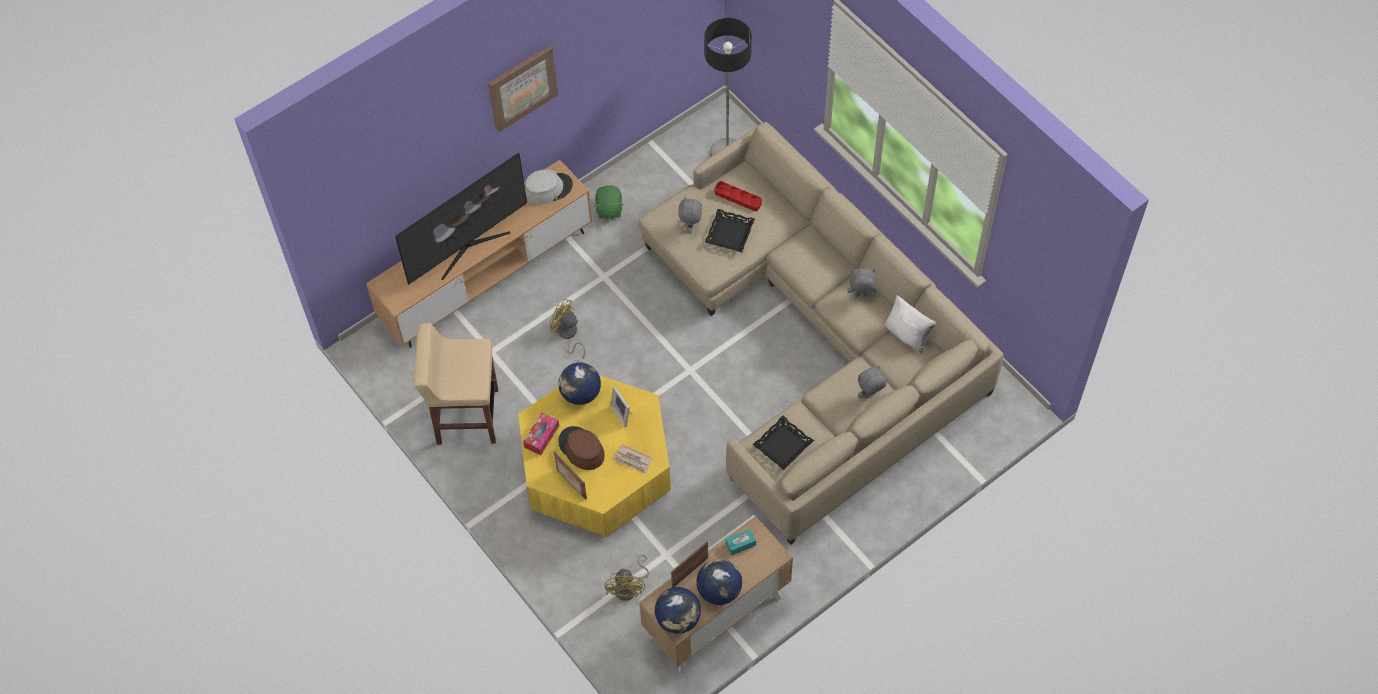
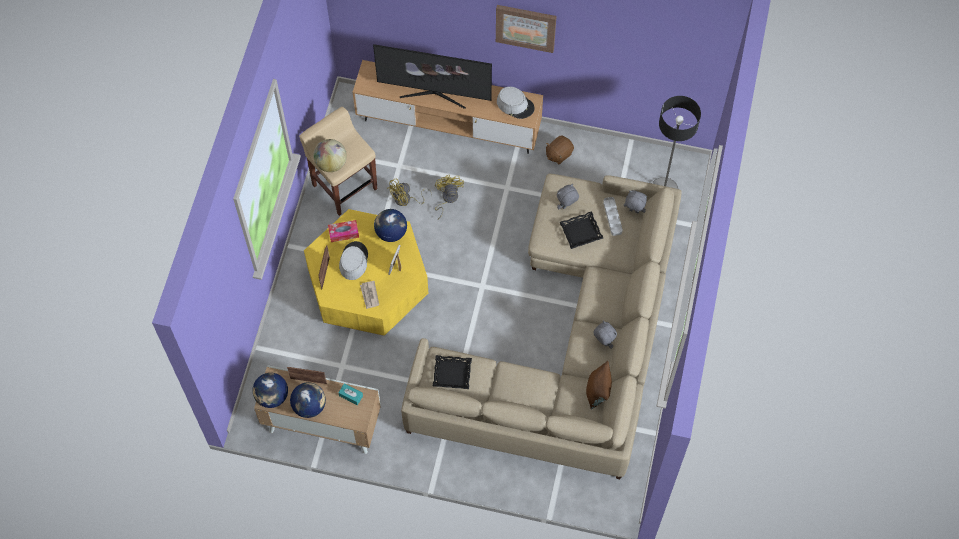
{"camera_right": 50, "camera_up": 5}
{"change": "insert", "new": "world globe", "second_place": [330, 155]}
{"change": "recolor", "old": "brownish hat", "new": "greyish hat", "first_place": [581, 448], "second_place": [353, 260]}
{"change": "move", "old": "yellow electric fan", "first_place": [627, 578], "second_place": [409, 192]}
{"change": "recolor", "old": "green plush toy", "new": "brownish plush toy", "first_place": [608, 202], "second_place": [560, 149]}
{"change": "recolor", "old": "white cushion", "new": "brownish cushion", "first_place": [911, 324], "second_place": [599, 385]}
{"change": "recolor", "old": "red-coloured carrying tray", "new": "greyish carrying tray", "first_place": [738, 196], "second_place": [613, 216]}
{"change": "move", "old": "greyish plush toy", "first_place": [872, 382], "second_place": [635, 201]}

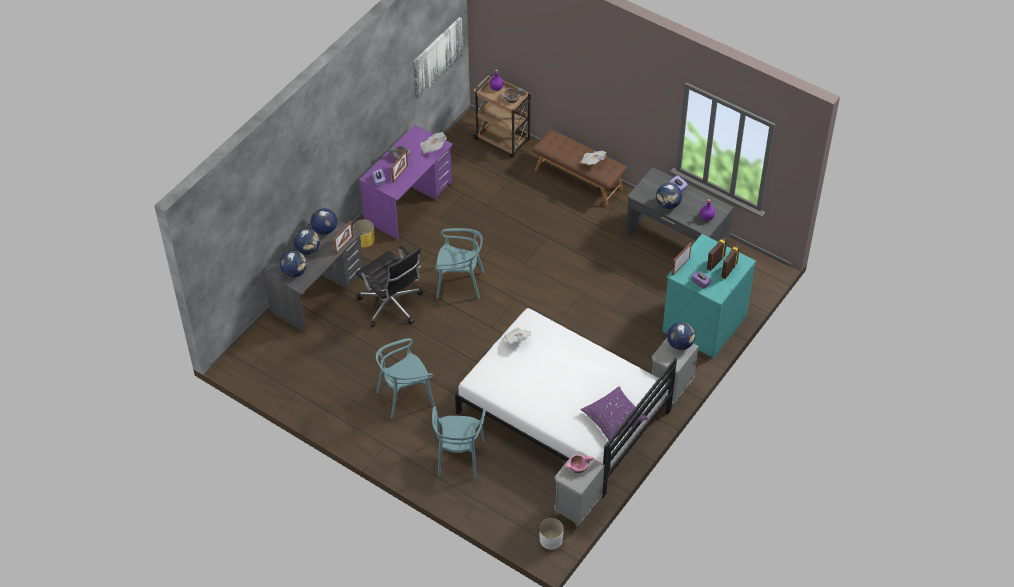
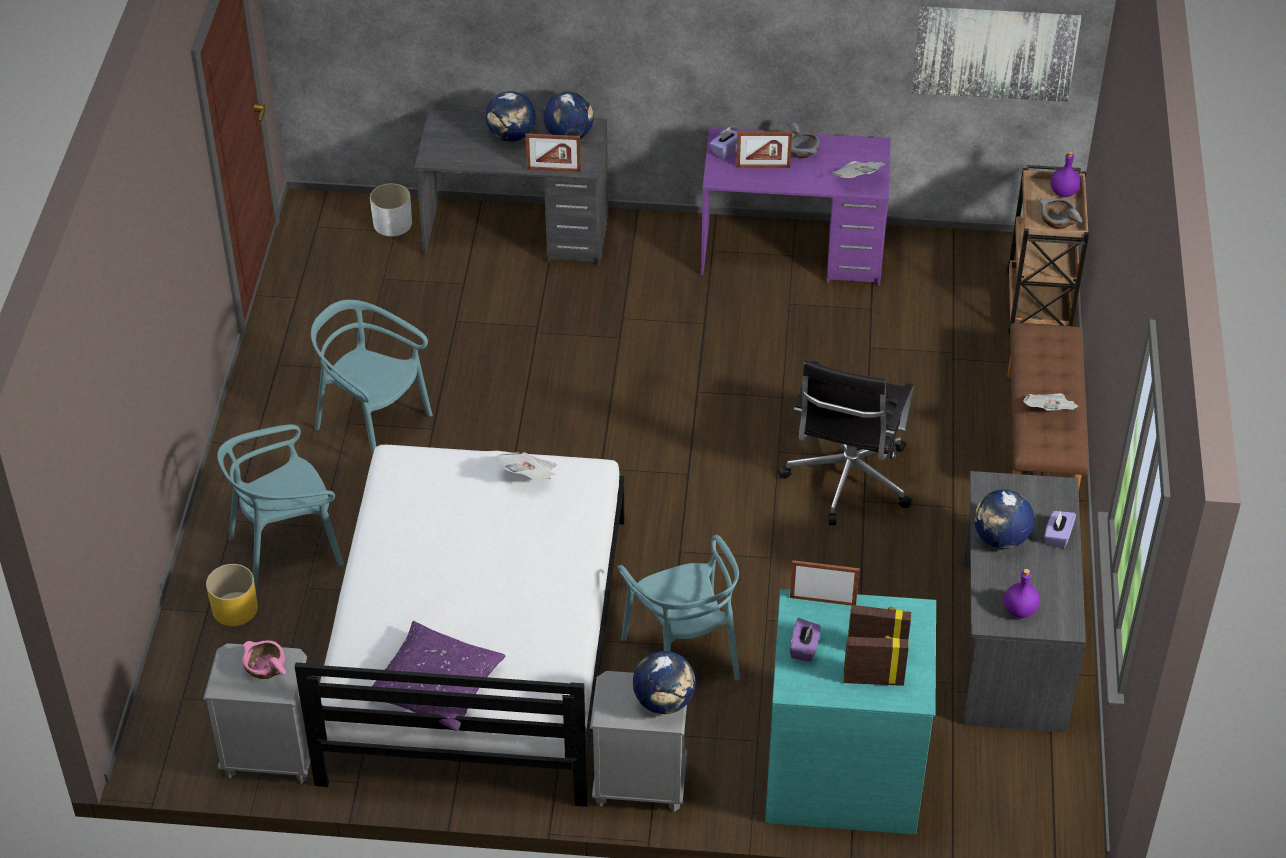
{"camera_right": 60, "camera_up": -5}
{"change": "move", "old": "yellow flower pot", "first_place": [364, 233], "second_place": [232, 595]}
{"change": "move", "old": "white flower pot", "first_place": [551, 534], "second_place": [391, 209]}
{"change": "move", "old": "blue-green upright chair", "first_place": [459, 263], "second_place": [679, 608]}
{"change": "move", "old": "blackish computer chair", "first_place": [389, 286], "second_place": [845, 443]}
{"change": "delete", "old": "world globe", "first_place": [293, 263]}

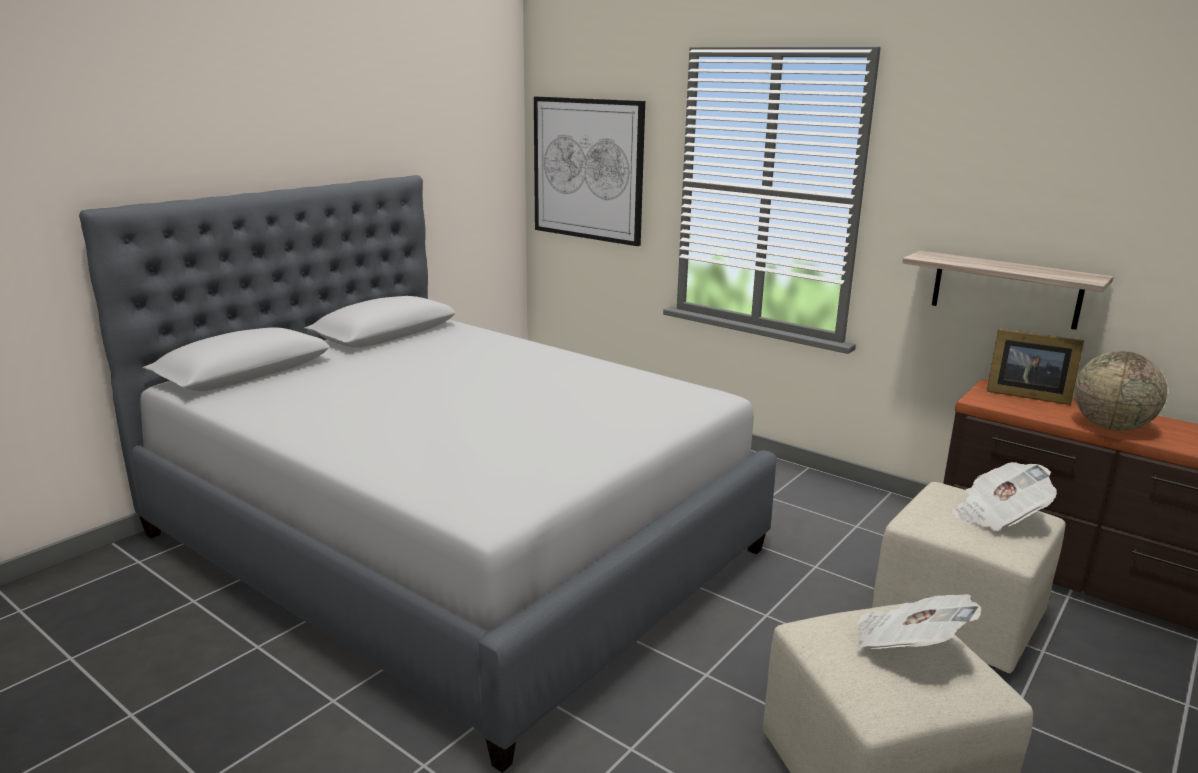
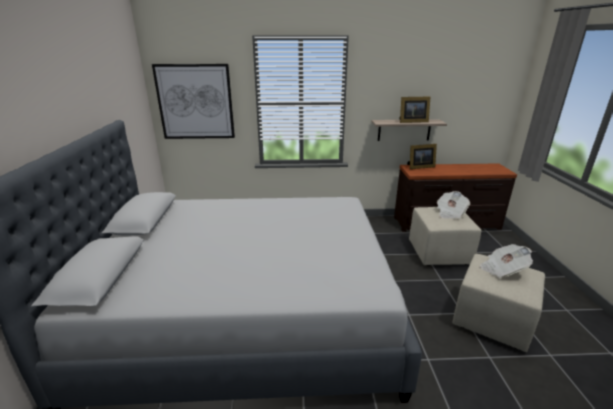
{"camera_right": -40, "camera_up": 5}
{"change": "insert", "new": "photo frame", "second_place": [415, 109]}
{"change": "delete", "old": "world globe", "first_place": [1120, 391]}

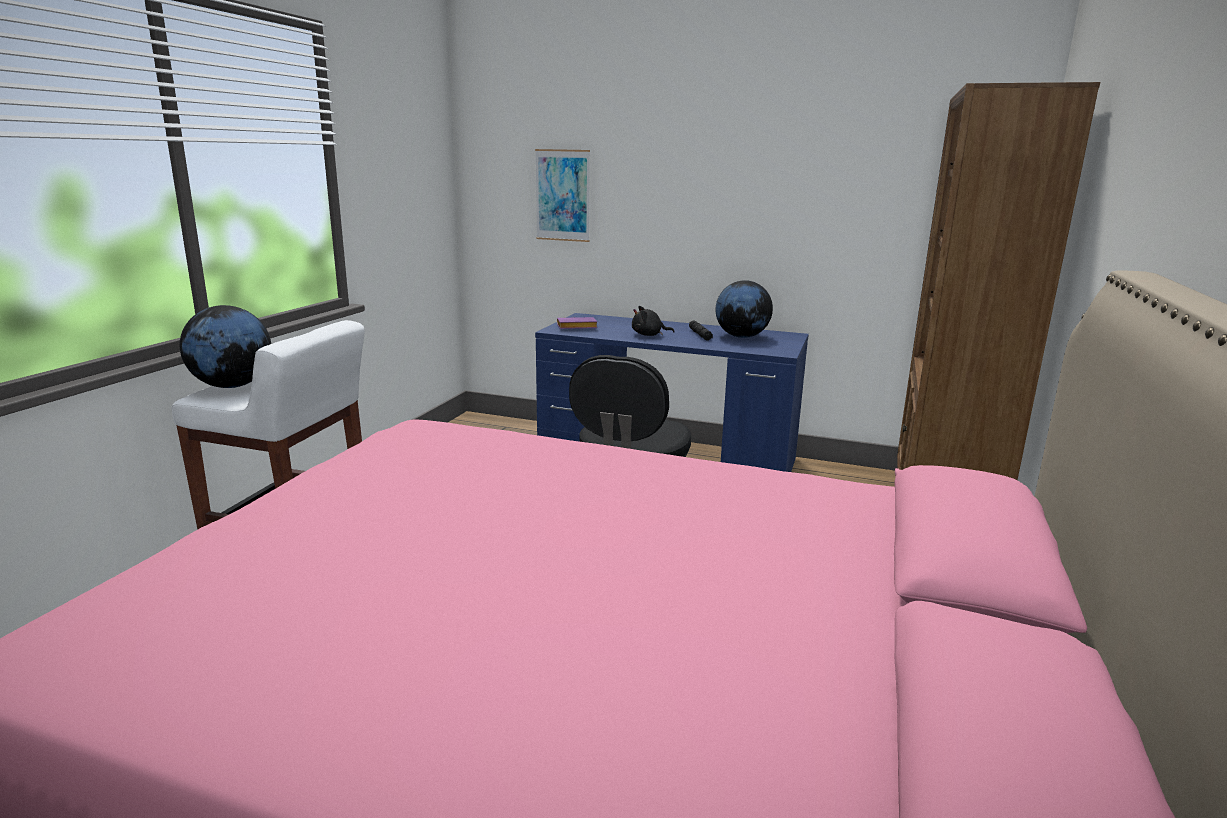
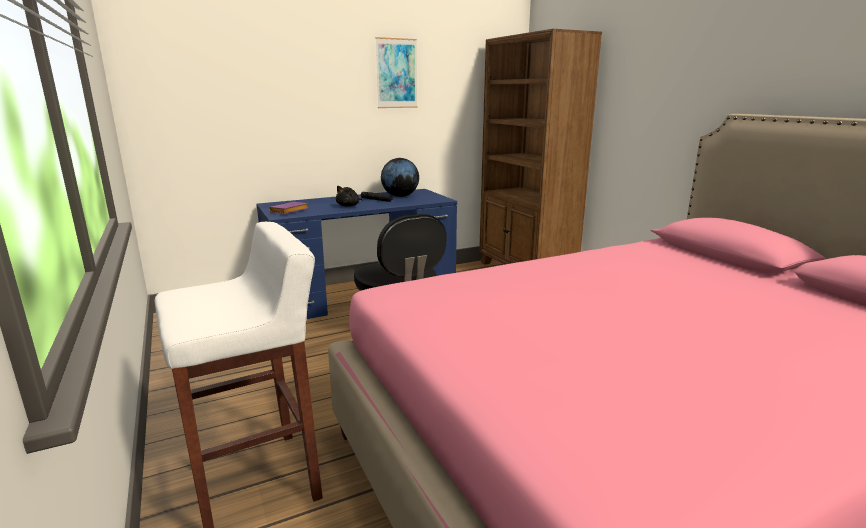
{"camera_right": -45, "camera_up": 0}
{"change": "move", "old": "wall picture", "first_place": [562, 195], "second_place": [396, 72]}
{"change": "delete", "old": "world globe", "first_place": [225, 346]}

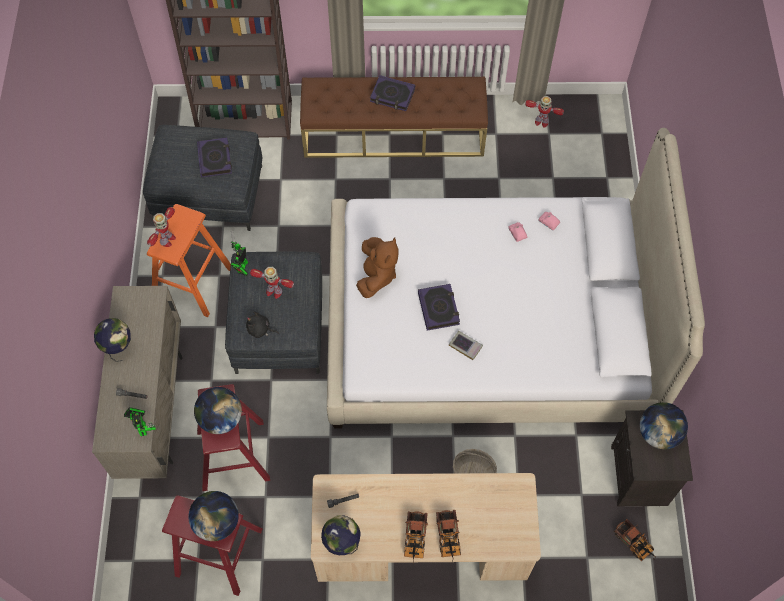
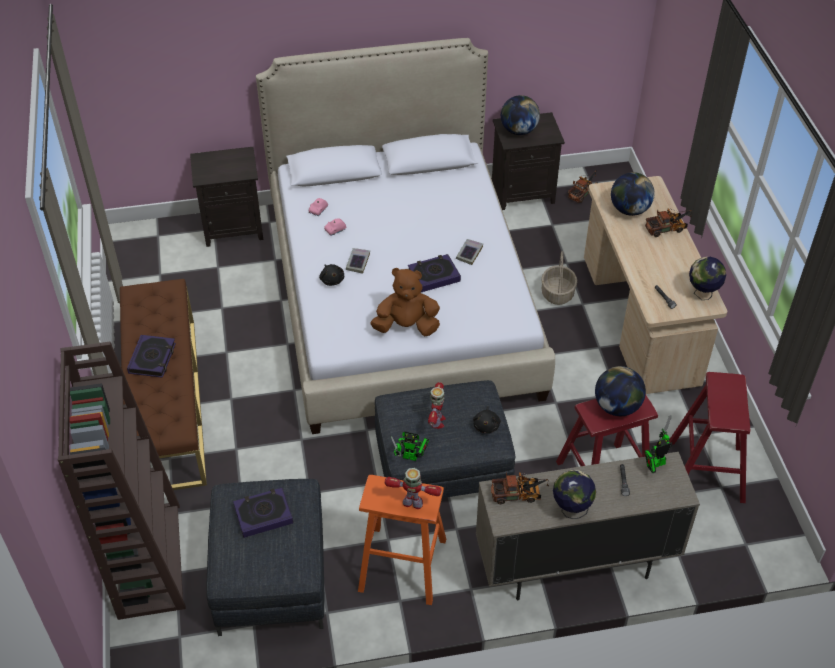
{"camera_right": -100, "camera_up": -15}
{"change": "insert", "new": "blackish bedside table", "second_place": [226, 197]}
{"change": "insert", "new": "blackish plush toy", "second_place": [331, 275]}
{"change": "insert", "new": "bound book", "second_place": [358, 261]}
{"change": "move", "old": "toy lorry", "first_place": [416, 537], "second_place": [520, 488]}
{"change": "move", "old": "world globe", "first_place": [213, 516], "second_place": [633, 194]}
{"change": "delete", "old": "toy robot", "first_place": [544, 112]}

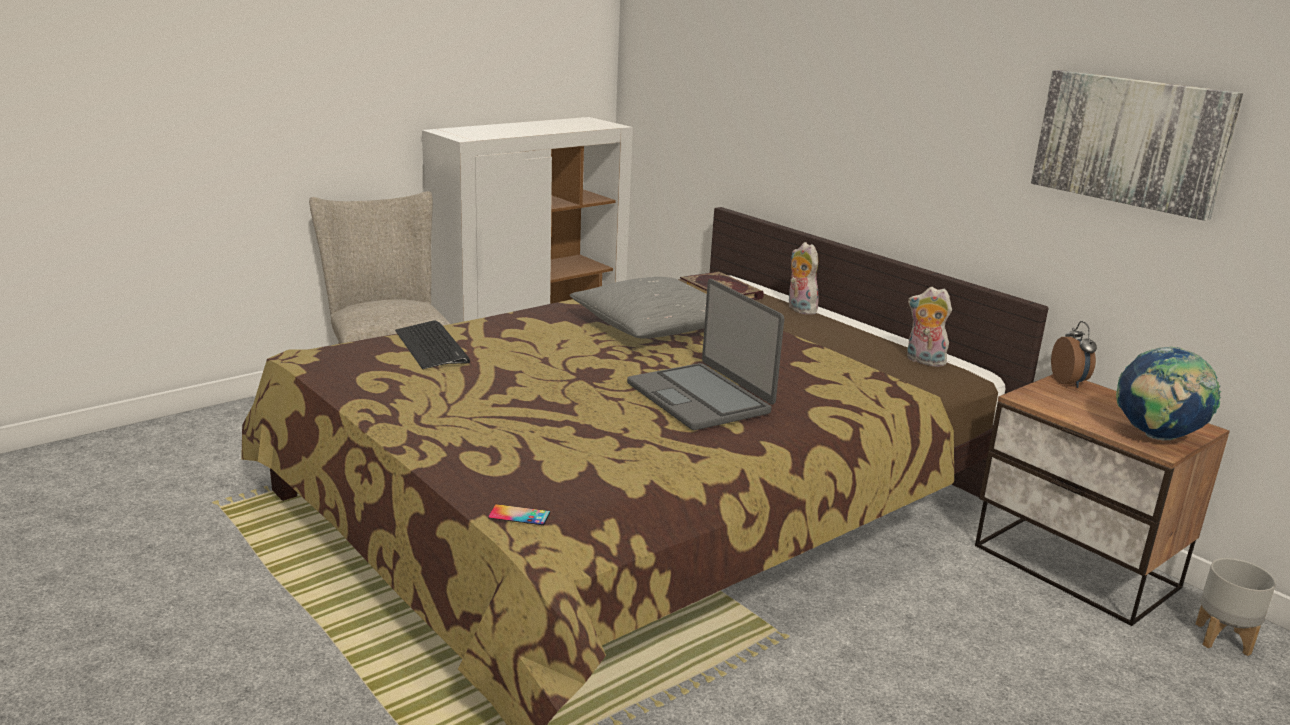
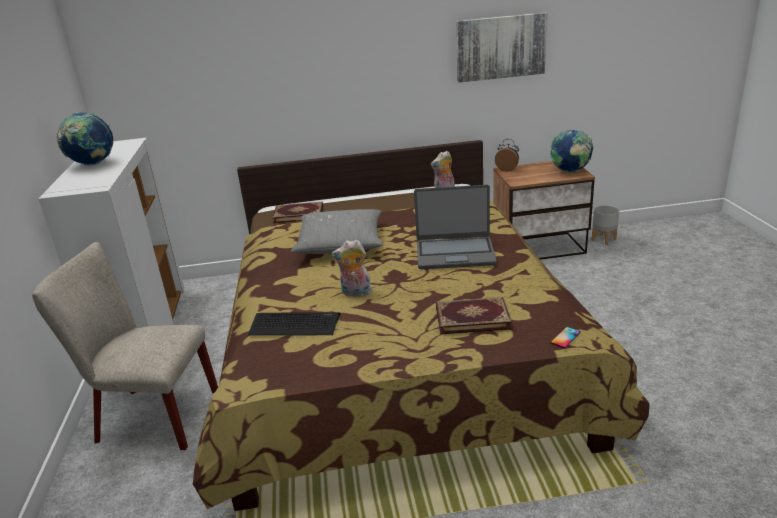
{"camera_right": -55, "camera_up": 5}
{"change": "insert", "new": "world globe", "second_place": [85, 139]}
{"change": "move", "old": "plush toy", "first_place": [804, 278], "second_place": [352, 268]}
{"change": "insert", "new": "bound book", "second_place": [474, 315]}

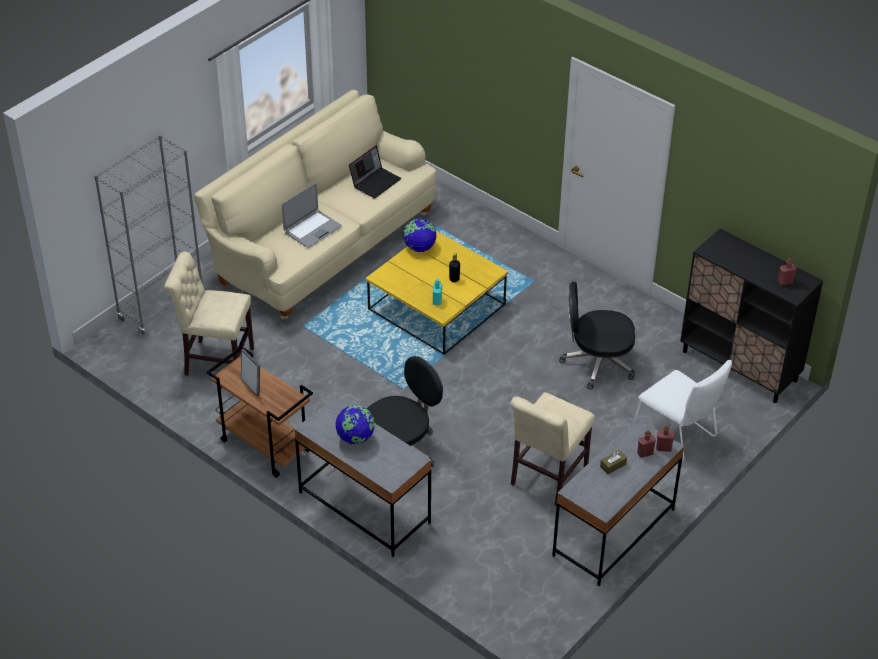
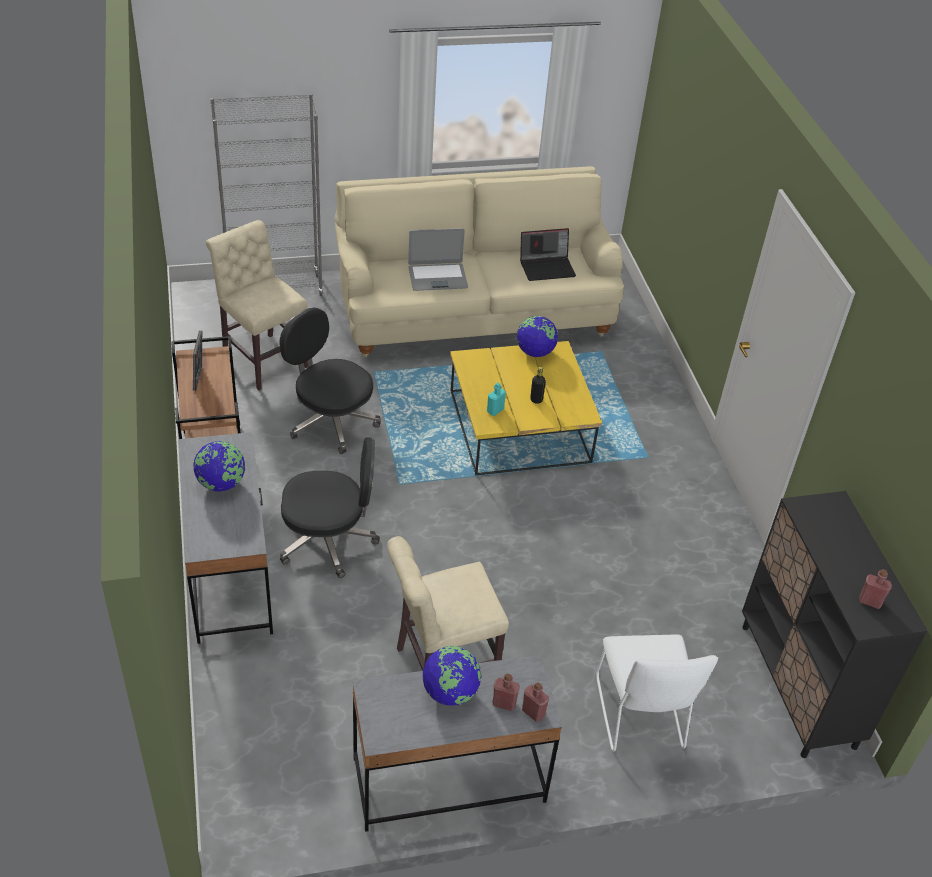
{"camera_right": 35, "camera_up": 0}
{"change": "move", "old": "blackish computer chair", "first_place": [597, 336], "second_place": [330, 381]}
{"change": "replace", "old": "brownish tissue holder", "new": "world globe", "first_place": [613, 462], "second_place": [451, 676]}

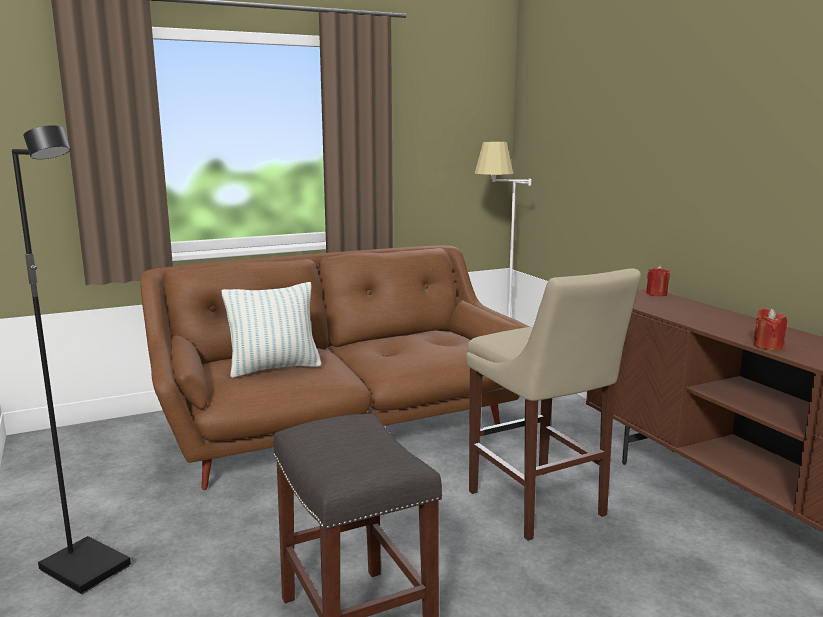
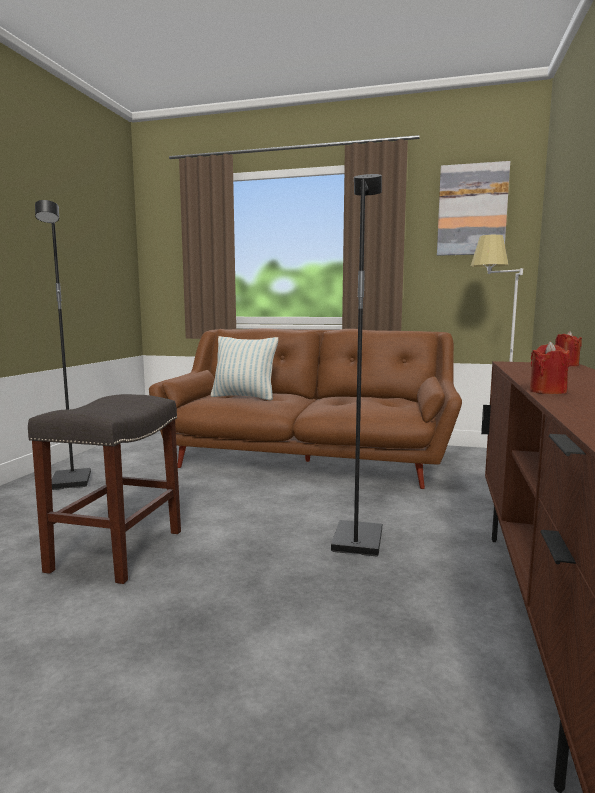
{"camera_right": 40, "camera_up": -5}
{"change": "replace", "old": "sand-coloured sitting stool", "new": "blackish standing lamp", "first_place": [553, 404], "second_place": [356, 365]}
{"change": "insert", "new": "wall picture", "second_place": [473, 208]}

